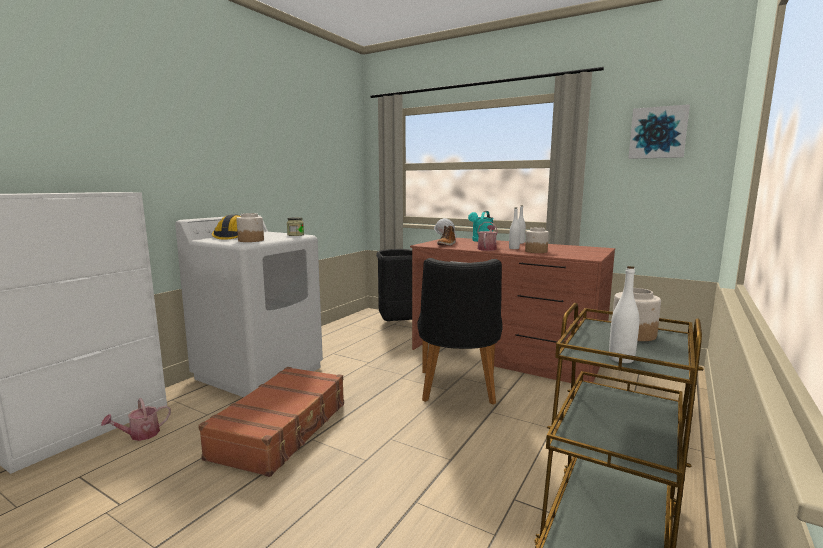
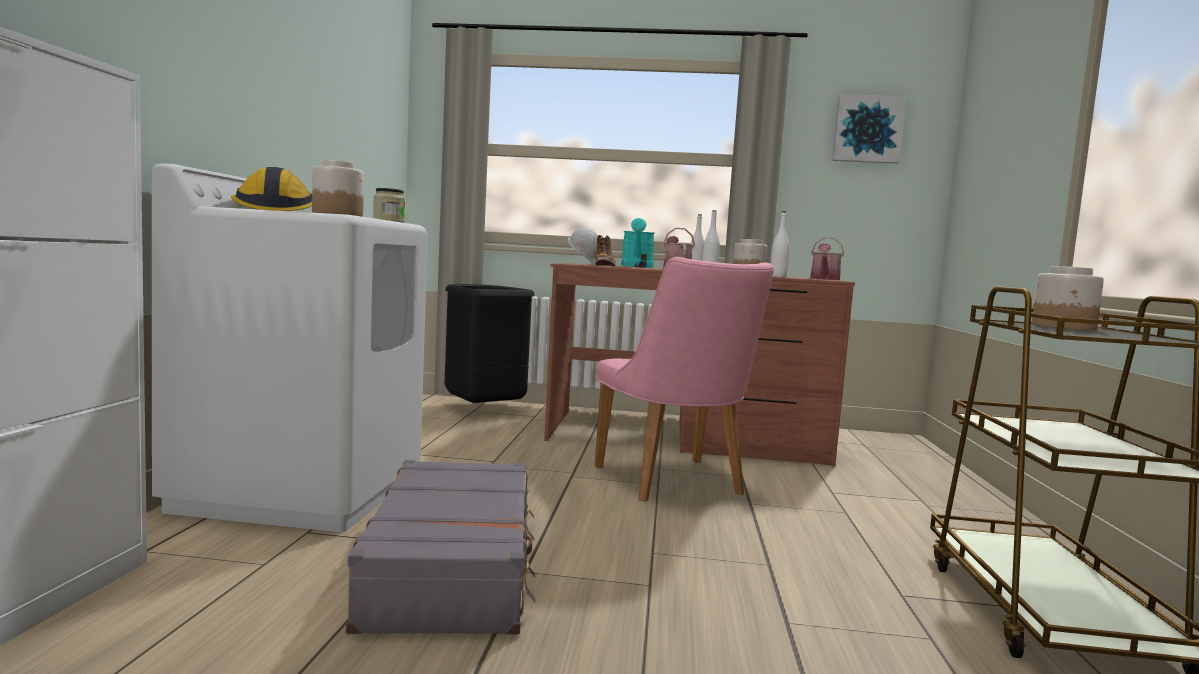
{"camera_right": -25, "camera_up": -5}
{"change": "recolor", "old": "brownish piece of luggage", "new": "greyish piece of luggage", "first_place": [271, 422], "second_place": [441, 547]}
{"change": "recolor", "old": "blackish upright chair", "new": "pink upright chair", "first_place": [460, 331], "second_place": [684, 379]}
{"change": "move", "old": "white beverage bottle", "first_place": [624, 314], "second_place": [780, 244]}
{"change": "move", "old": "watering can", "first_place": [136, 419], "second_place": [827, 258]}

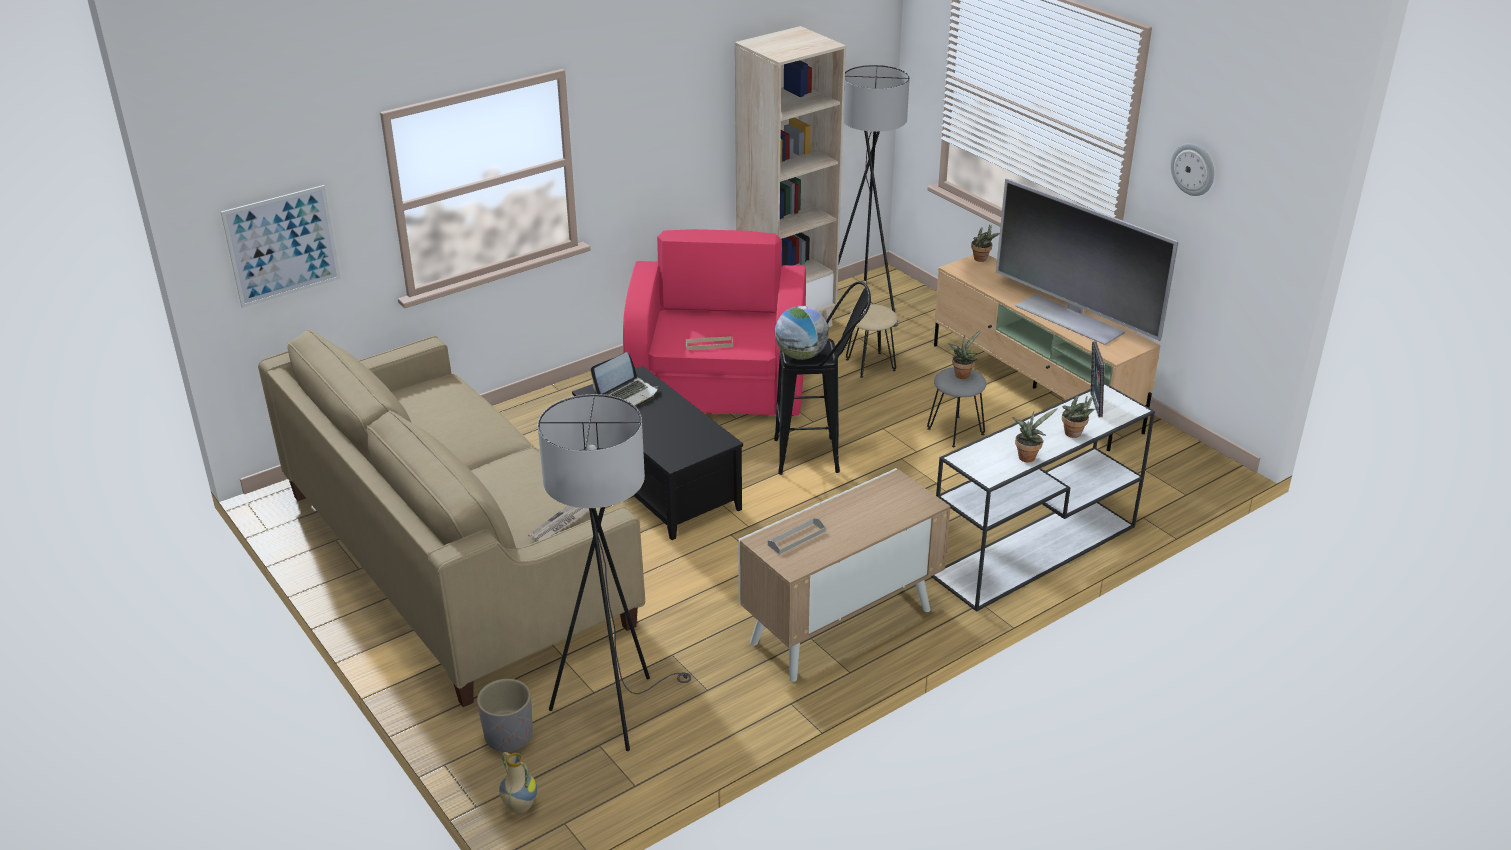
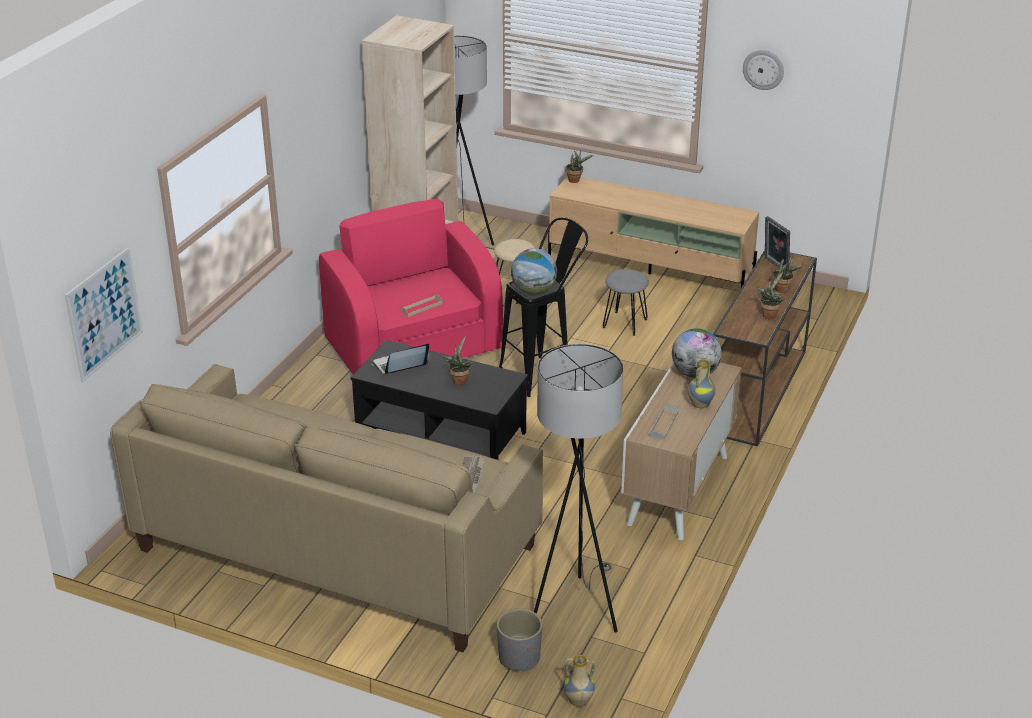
{"camera_right": -30, "camera_up": 0}
{"change": "rotate", "old": "laptop", "first_place": [624, 379], "second_place": [400, 359], "degrees": -135}
{"change": "move", "old": "potted plant", "first_place": [964, 354], "second_place": [458, 360]}
{"change": "insert", "new": "world globe", "second_place": [697, 353]}
{"change": "insert", "new": "flower vase", "second_place": [702, 383]}
{"change": "recolor", "old": "white console table", "new": "brownish console table", "first_place": [1043, 497], "second_place": [765, 348]}
{"change": "delete", "old": "TV", "first_place": [1087, 261]}

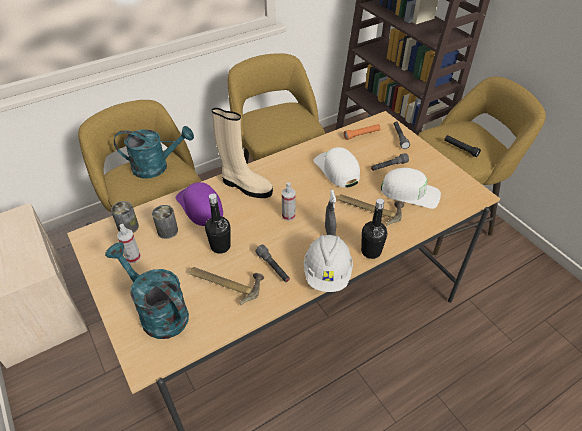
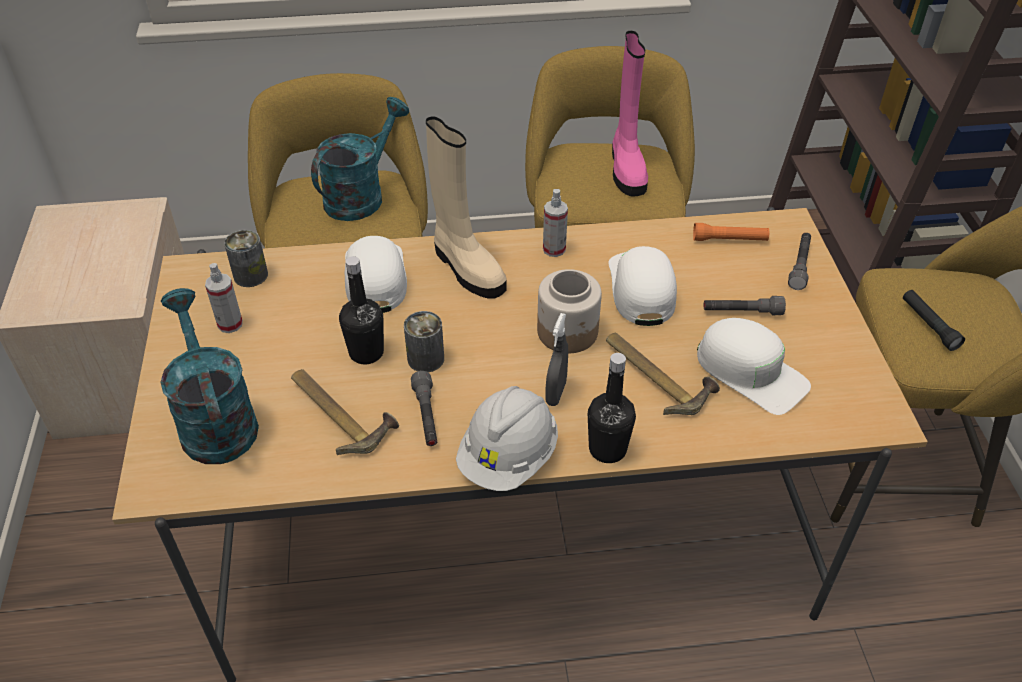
{"camera_right": 25, "camera_up": 0}
{"change": "rotate", "old": "blue-green watering can", "first_place": [154, 152], "second_place": [360, 159], "degrees": -75}
{"change": "recolor", "old": "purplish baseball cap", "new": "white baseball cap", "first_place": [199, 204], "second_place": [376, 274]}
{"change": "move", "old": "can", "first_place": [165, 222], "second_place": [424, 341]}
{"change": "insert", "new": "jar", "second_place": [569, 311]}
{"change": "move", "old": "spray bottle", "first_place": [289, 201], "second_place": [555, 223]}
{"change": "insert", "new": "pink tall boot", "second_place": [630, 113]}

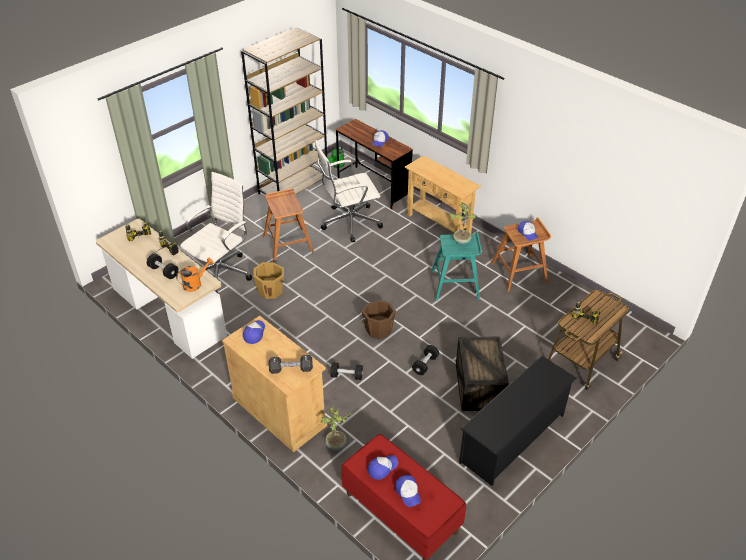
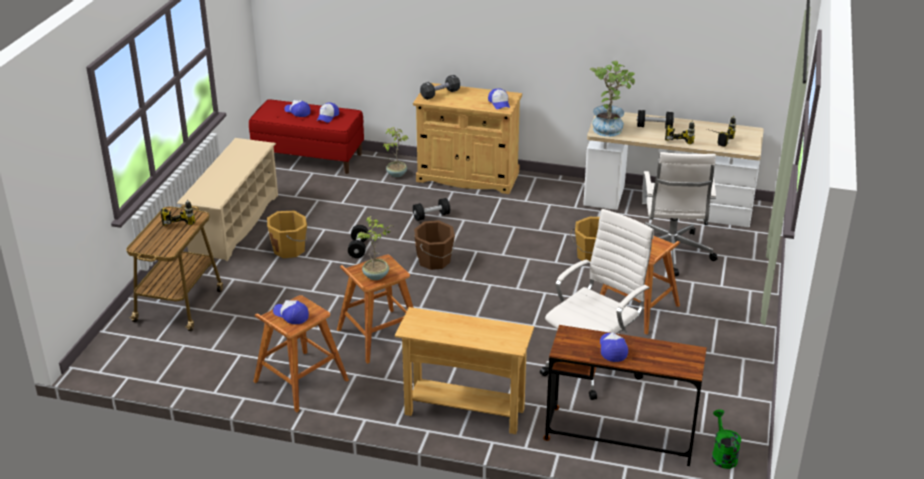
{"camera_right": 150, "camera_up": -10}
{"change": "recolor", "old": "blackish shoe shelf", "new": "sand-coloured shoe shelf", "first_place": [518, 420], "second_place": [227, 199]}
{"change": "replace", "old": "crate", "new": "orange-coloured pail", "first_place": [482, 373], "second_place": [287, 234]}
{"change": "recolor", "old": "blue-green sitting stool", "new": "brownish sitting stool", "first_place": [456, 266], "second_place": [375, 309]}
{"change": "replace", "old": "orange-coloured watering can", "new": "potted plant", "first_place": [195, 275], "second_place": [612, 99]}
{"change": "delete", "old": "brownish shelving unit", "first_place": [284, 110]}

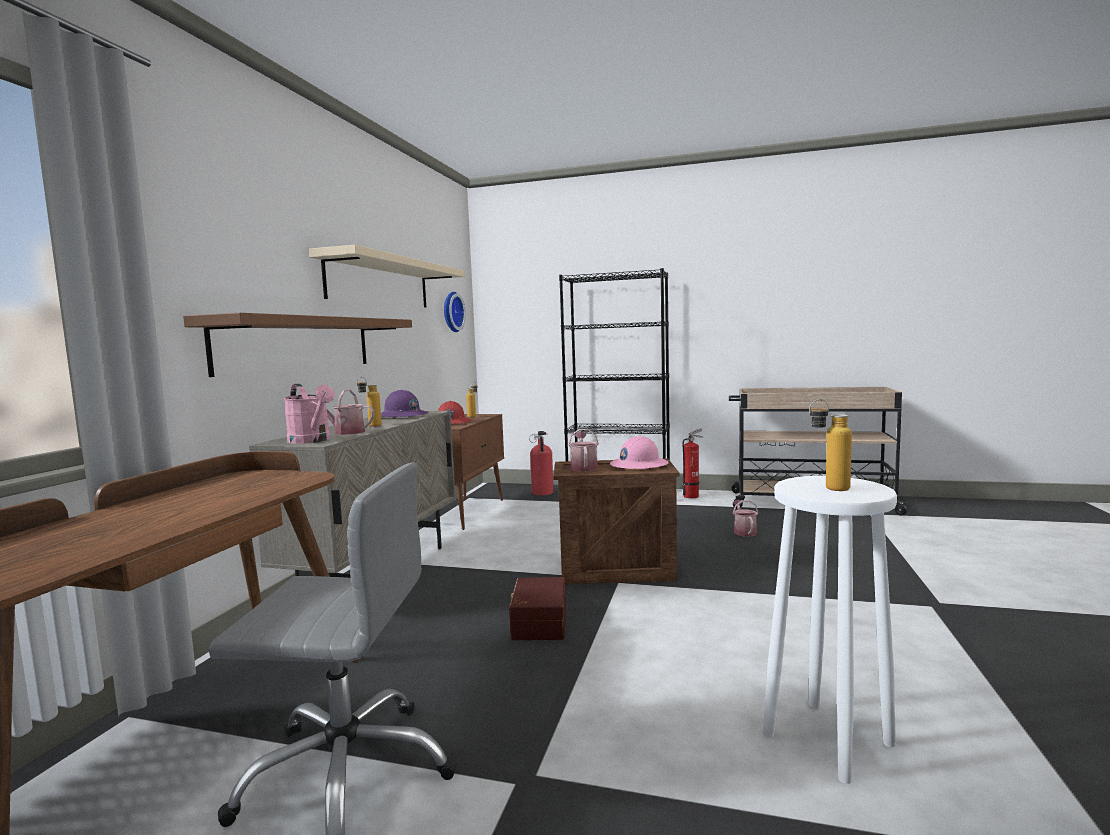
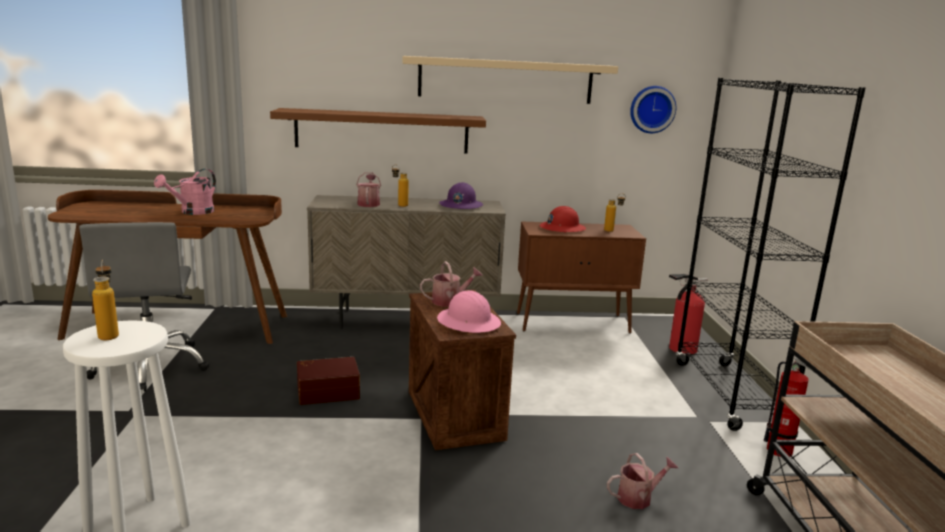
{"camera_right": 70, "camera_up": 10}
{"change": "move", "old": "pink watering can", "first_place": [309, 414], "second_place": [185, 192]}

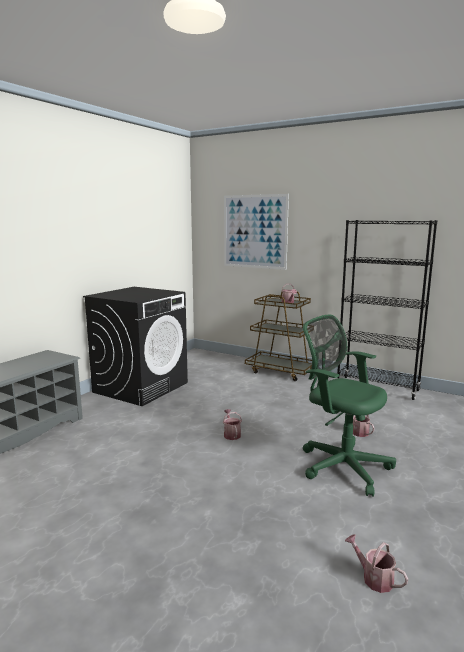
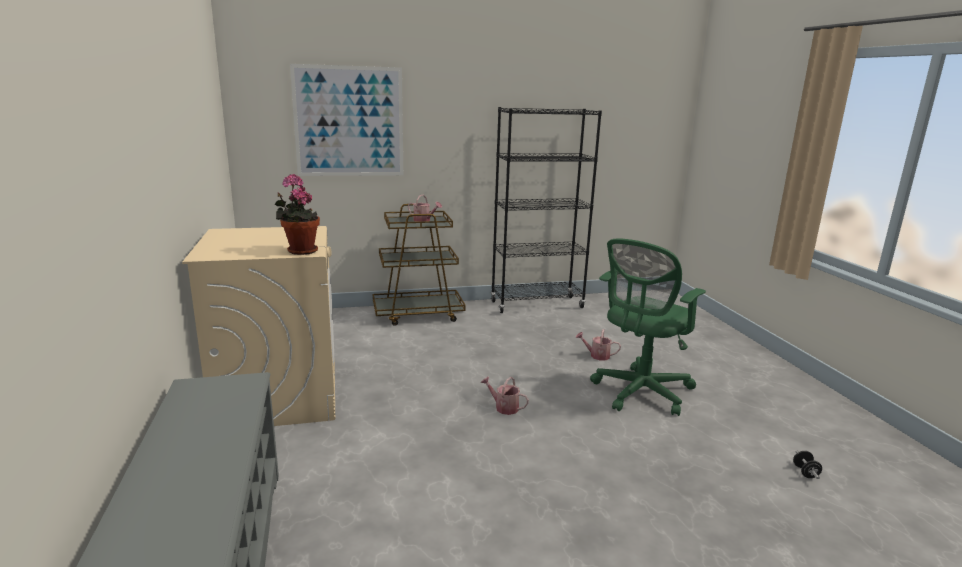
{"camera_right": -45, "camera_up": 5}
{"change": "recolor", "old": "blackish washing machine", "new": "sand-coloured washing machine", "first_place": [135, 346], "second_place": [258, 326]}
{"change": "insert", "new": "potted plant", "second_place": [297, 214]}
{"change": "rotate", "old": "green computer chair", "first_place": [349, 406], "second_place": [648, 327], "degrees": -45}
{"change": "replace", "old": "watering can", "new": "blackish hand weight", "first_place": [376, 564], "second_place": [807, 465]}

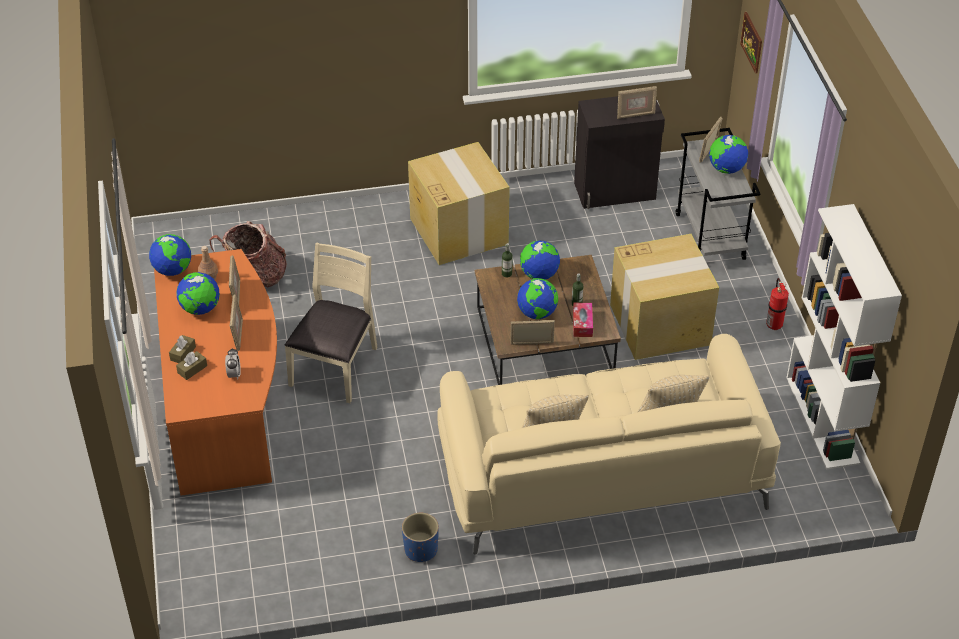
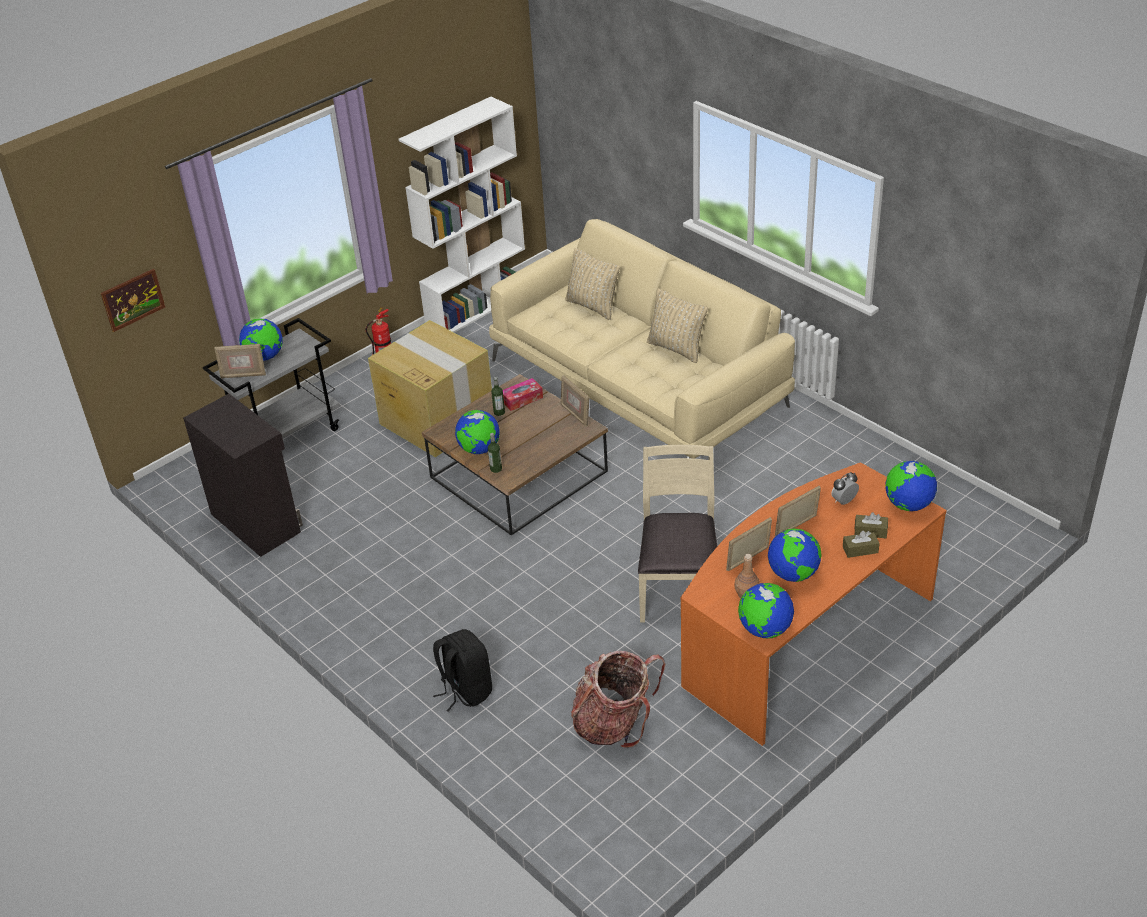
{"camera_right": -120, "camera_up": -5}
{"change": "insert", "new": "blackish knapsack", "second_place": [462, 670]}
{"change": "rotate", "old": "sand-coloured upright chair", "first_place": [331, 323], "second_place": [677, 533], "degrees": 105}
{"change": "move", "old": "world globe", "first_place": [537, 298], "second_place": [911, 486]}
{"change": "delete", "old": "blue flower pot", "first_place": [420, 537]}
{"change": "delete", "old": "cardboard box", "first_place": [459, 203]}
{"change": "delete", "old": "photo frame", "first_place": [637, 102]}

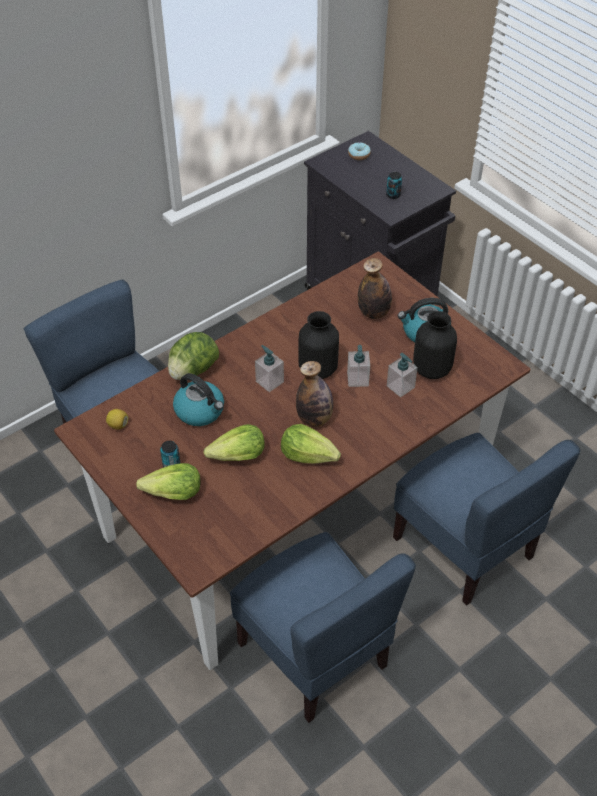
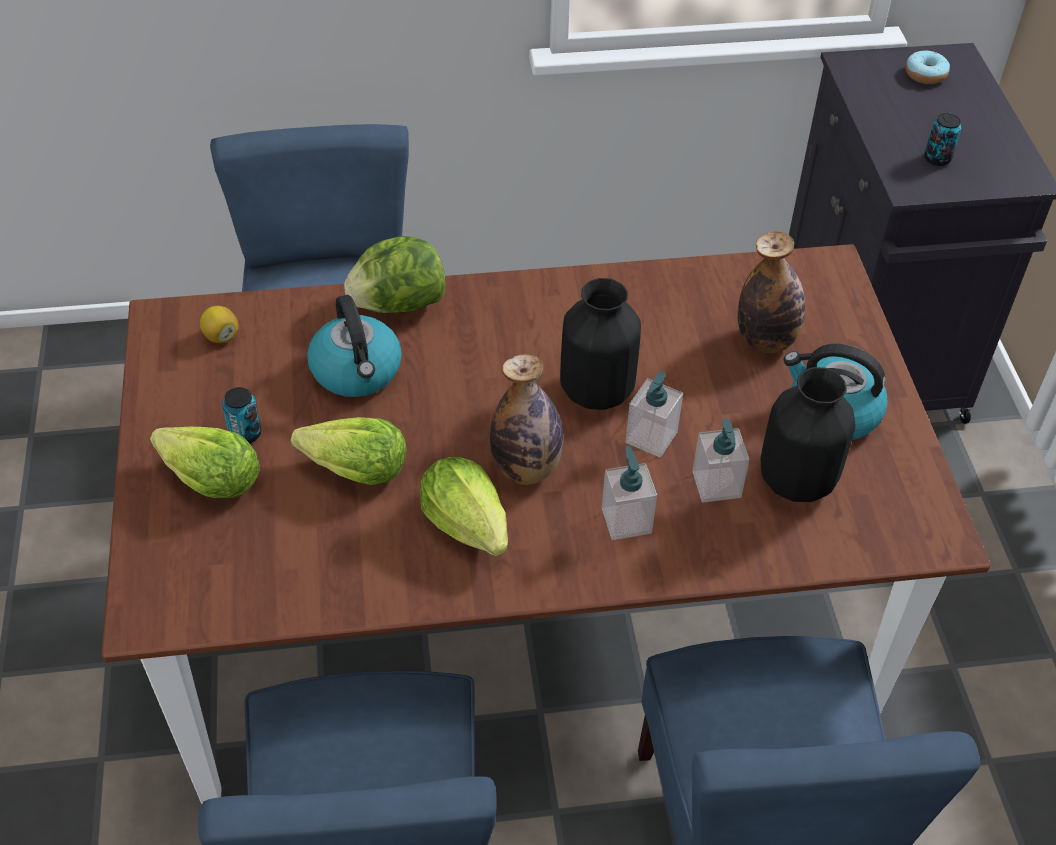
{"camera_right": 30, "camera_up": 0}
{"change": "move", "old": "soap dispenser", "first_place": [269, 368], "second_place": [629, 493]}

